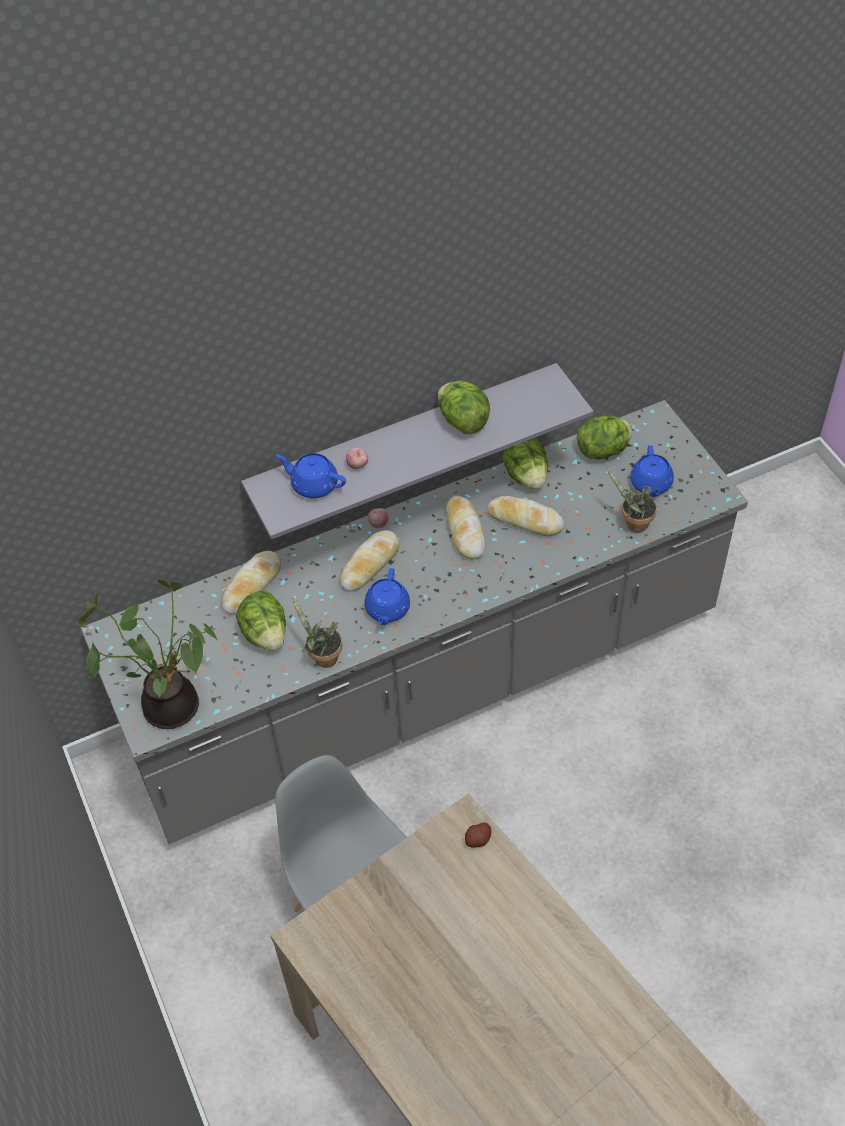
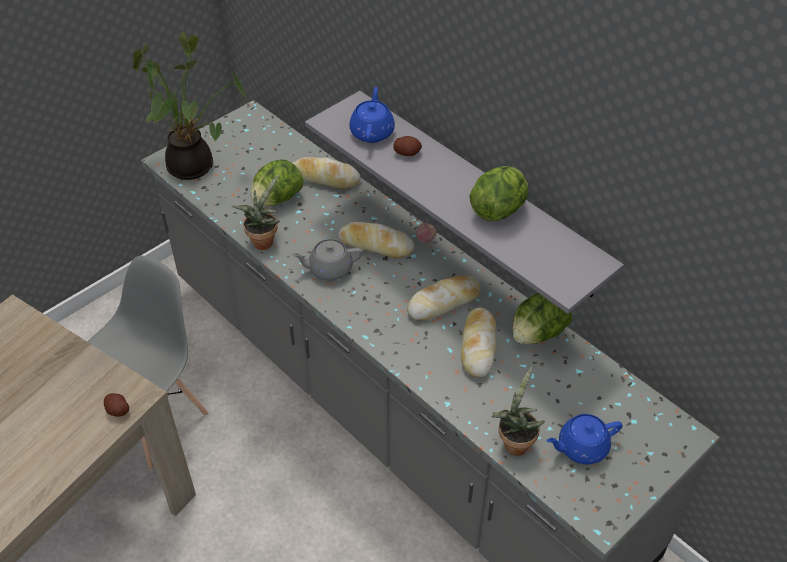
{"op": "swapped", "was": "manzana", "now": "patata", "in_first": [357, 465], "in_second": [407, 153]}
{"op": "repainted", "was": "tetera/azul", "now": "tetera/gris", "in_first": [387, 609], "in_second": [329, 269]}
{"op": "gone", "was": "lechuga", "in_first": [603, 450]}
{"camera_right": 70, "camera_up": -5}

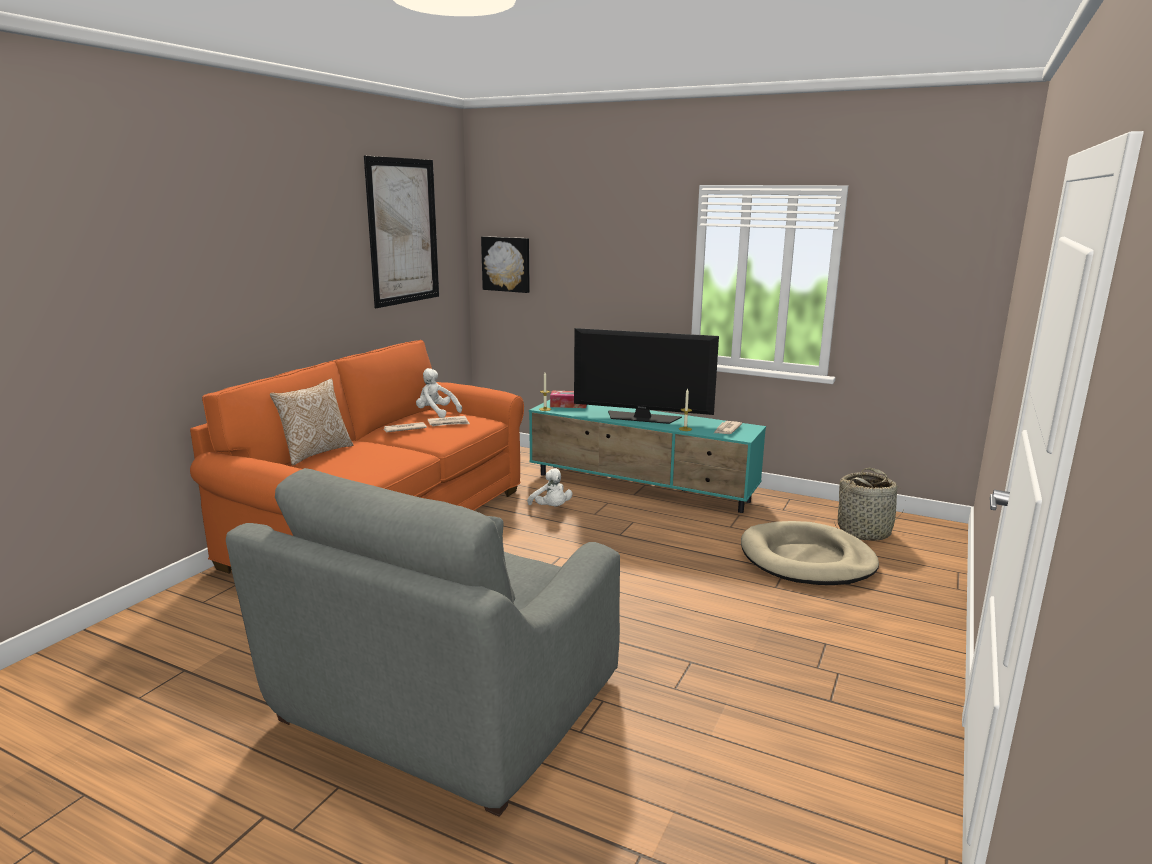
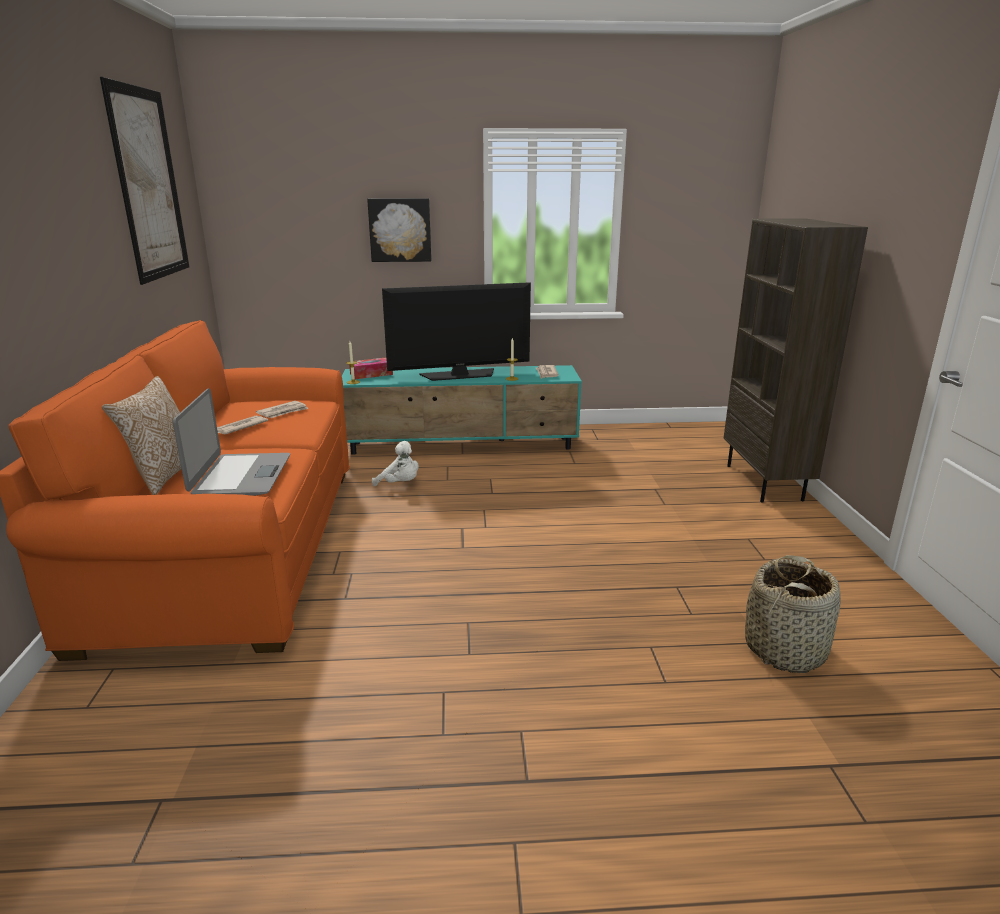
{"op": "gone", "was": "sillón/gris", "in_first": [445, 704]}
{"op": "gone", "was": "peluche/blanco", "in_first": [436, 413]}
{"op": "shifted", "was": "cuadro", "in_first": [506, 264], "in_second": [400, 230]}
{"op": "gone", "was": "cama para perro/beis", "in_first": [807, 559]}
{"op": "shifted", "was": "cesta", "in_first": [864, 531], "in_second": [785, 649]}
{"op": "new", "now": "portátil", "in_second": [240, 476]}
{"op": "new", "now": "estantería/marrón", "in_second": [765, 482]}
{"camera_right": -30, "camera_up": 5}

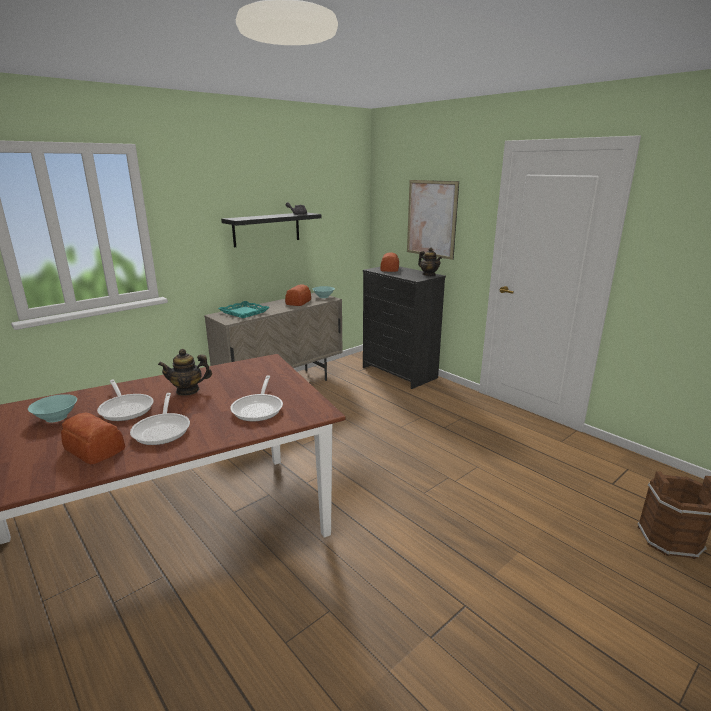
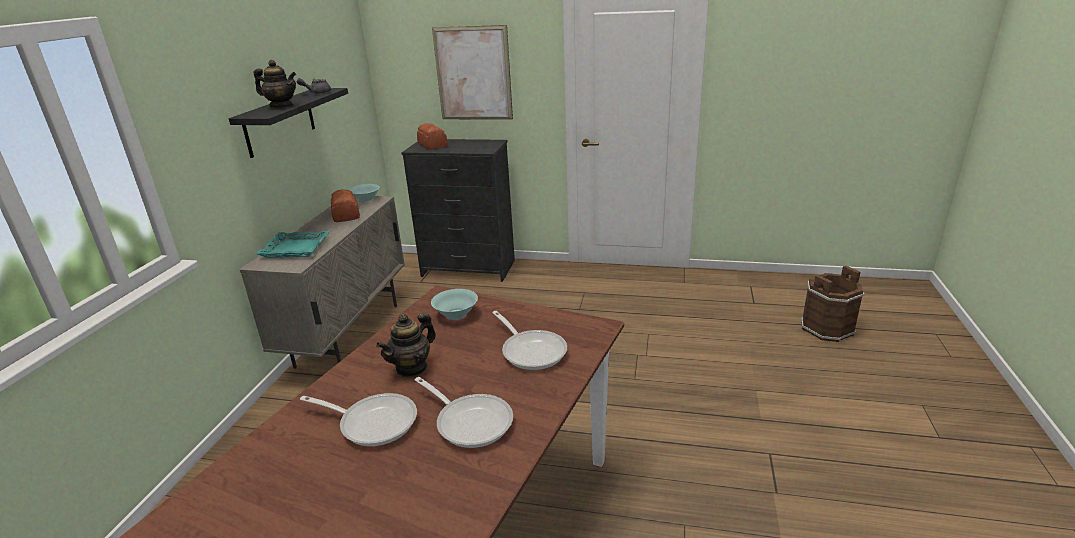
{"op": "shifted", "was": "cuenco/turquesa", "in_first": [57, 418], "in_second": [456, 314]}
{"op": "gone", "was": "pan", "in_first": [94, 450]}
{"op": "shifted", "was": "tetera", "in_first": [429, 275], "in_second": [281, 106]}
{"camera_right": -35, "camera_up": 5}

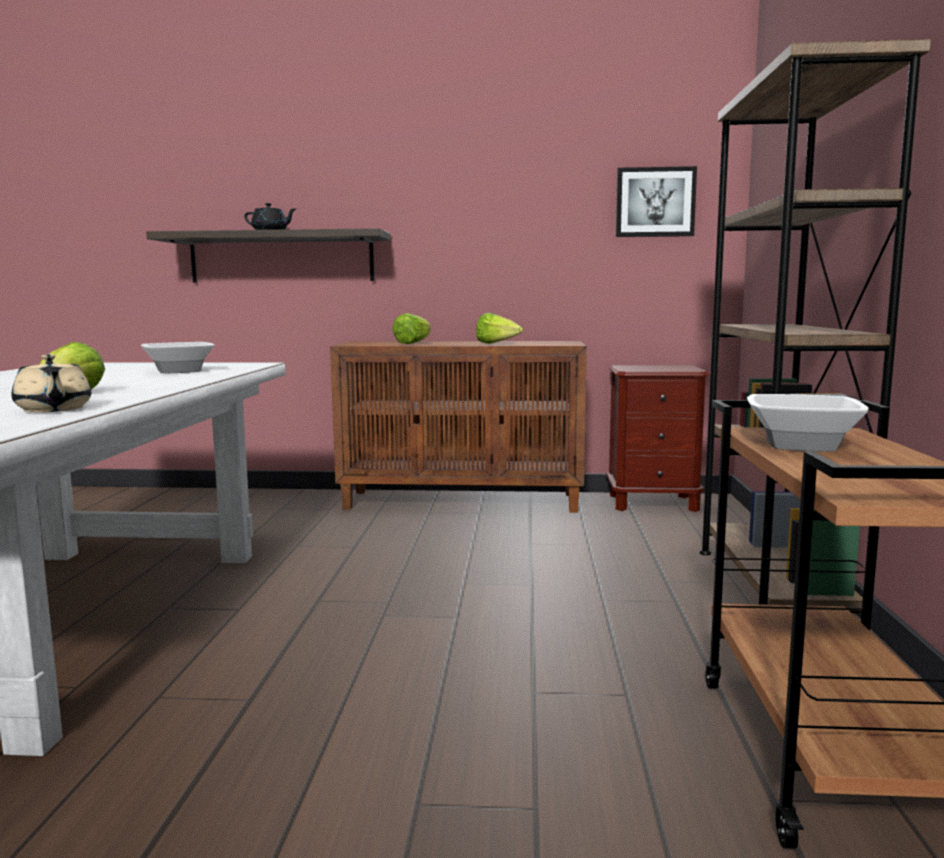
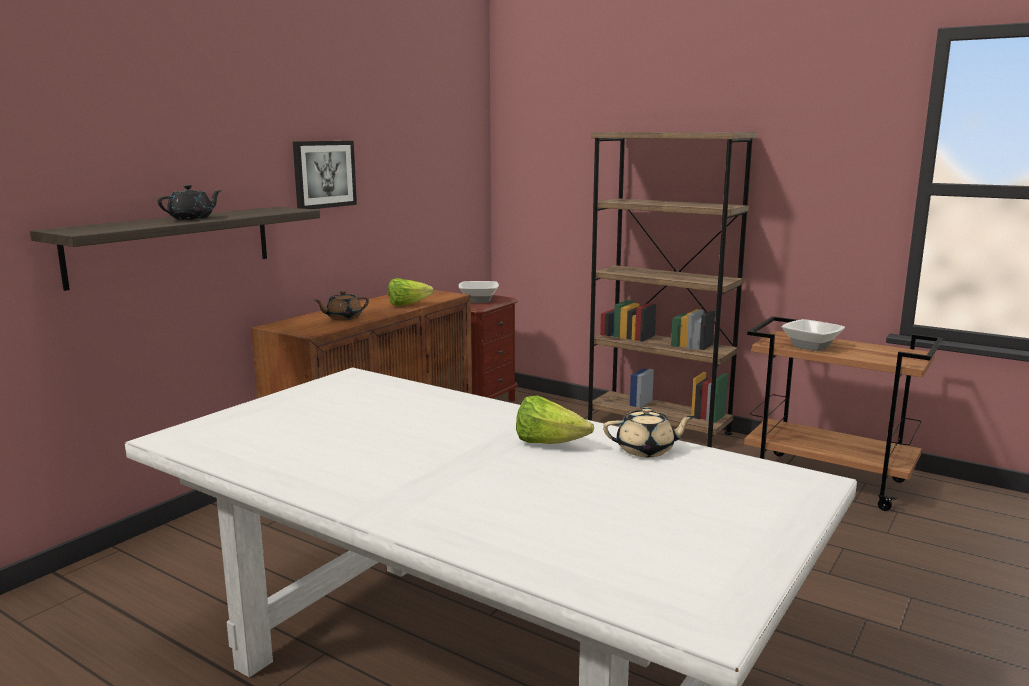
{"op": "shifted", "was": "cuenco", "in_first": [180, 371], "in_second": [478, 300]}
{"op": "swapped", "was": "lechuga", "now": "tetera/marrón", "in_first": [413, 343], "in_second": [343, 318]}
{"op": "shifted", "was": "cuadro", "in_first": [655, 202], "in_second": [324, 174]}
{"camera_right": -60, "camera_up": 5}

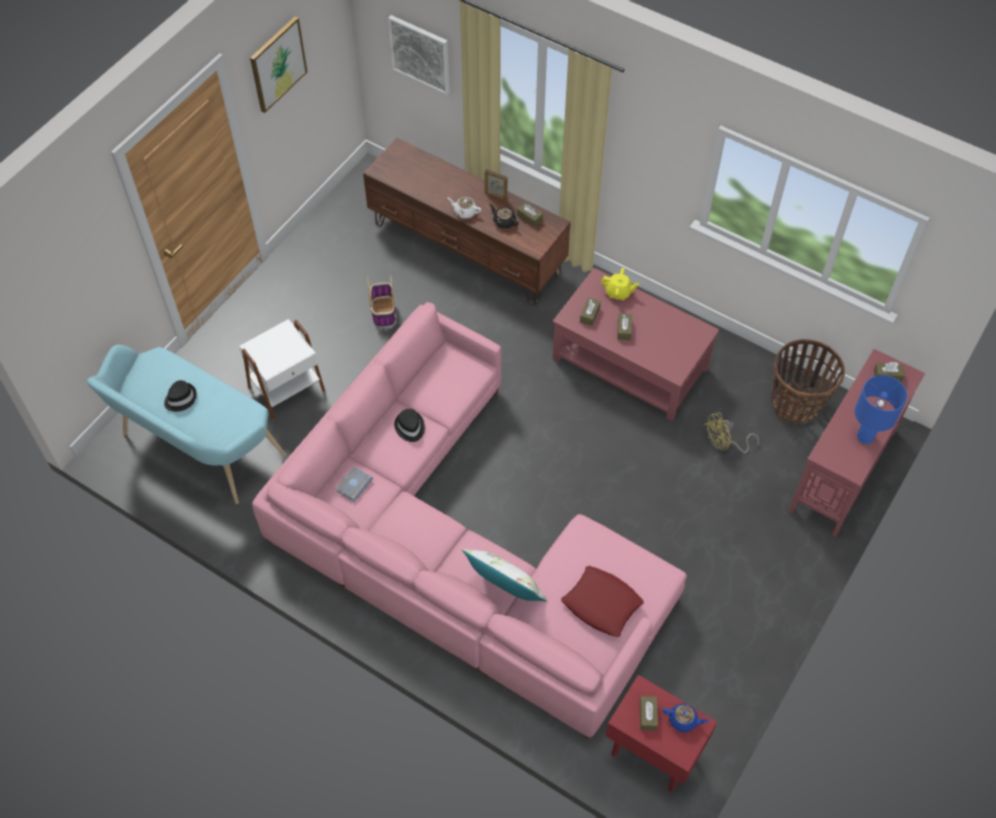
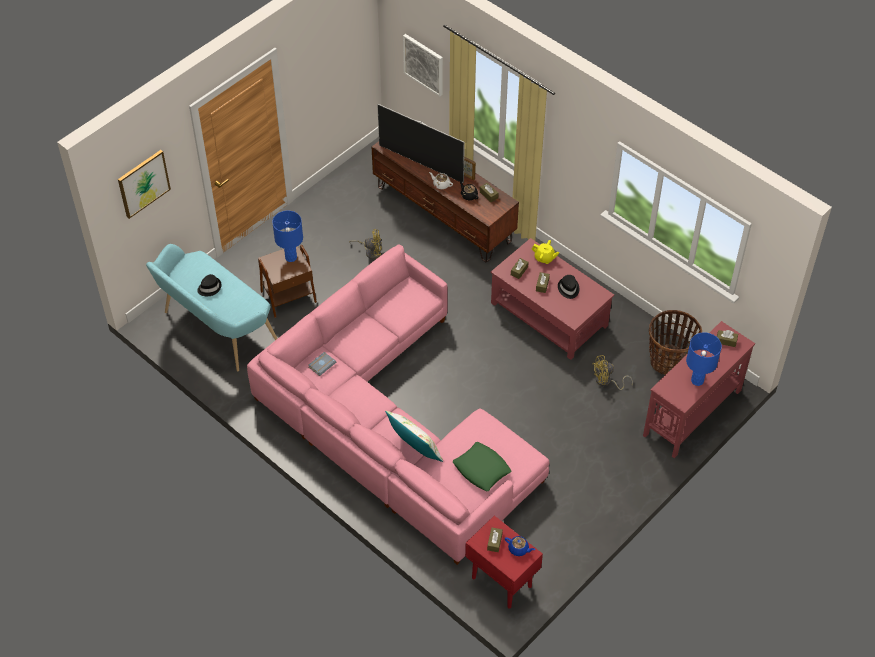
{"op": "repainted", "was": "mesa auxiliar/blanco", "now": "mesa auxiliar/marrón", "in_first": [287, 389], "in_second": [289, 297]}
{"op": "shifted", "was": "cuadro", "in_first": [277, 64], "in_second": [143, 183]}
{"op": "swapped", "was": "cesta", "now": "ventilador/amarillo", "in_first": [383, 311], "in_second": [370, 252]}
{"op": "shifted", "was": "sombrero/negro", "in_first": [409, 427], "in_second": [568, 289]}
{"op": "repainted", "was": "cojín/rojo", "now": "cojín/verde", "in_first": [601, 604], "in_second": [481, 469]}
{"op": "new", "now": "lámpara de mesa/azul", "in_second": [291, 257]}
{"op": "new", "now": "televisor", "in_second": [421, 163]}
{"camera_right": 10, "camera_up": -5}

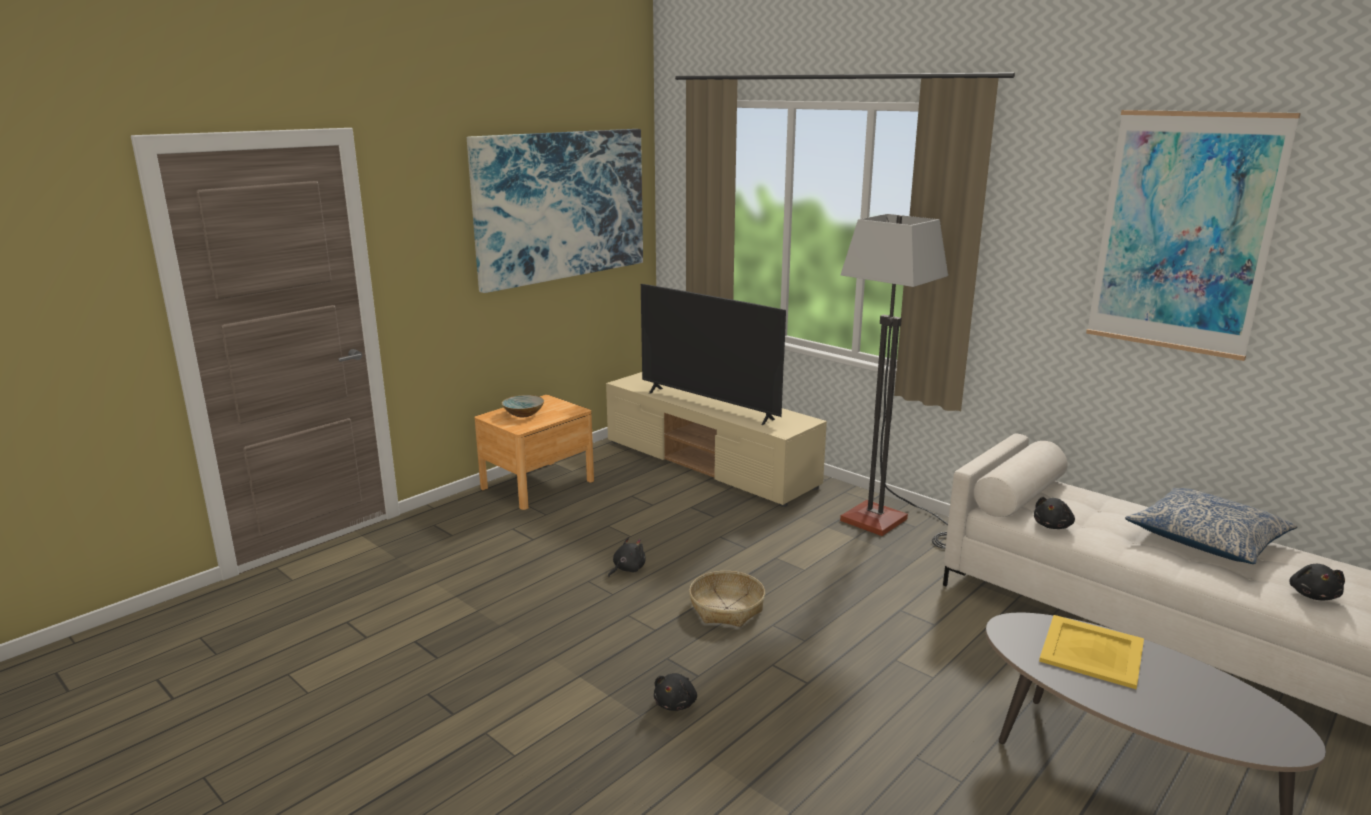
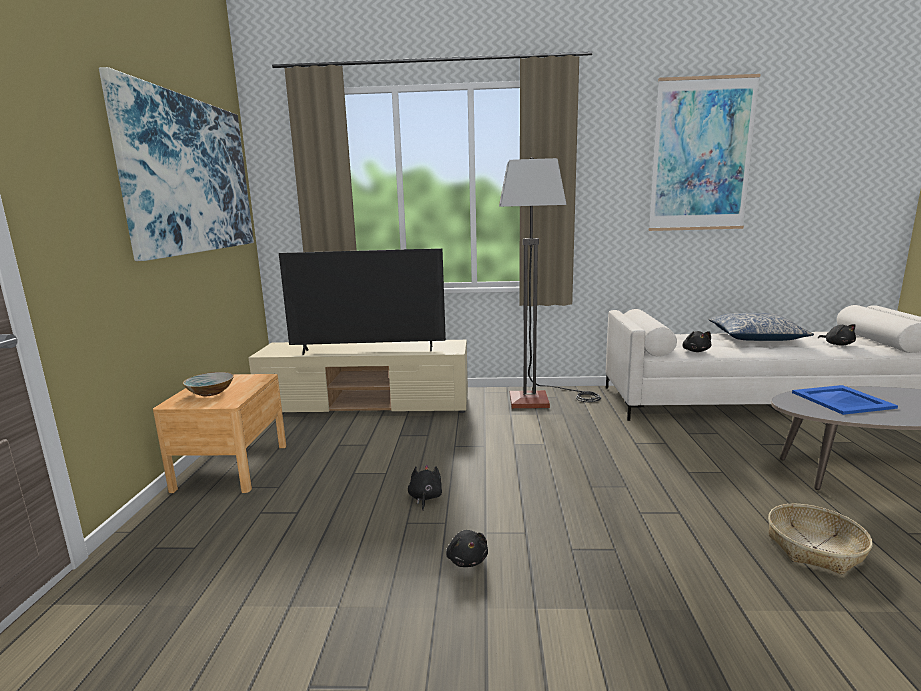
{"op": "shifted", "was": "peluche/negro", "in_first": [676, 703], "in_second": [467, 559]}
{"op": "shifted", "was": "cesta", "in_first": [726, 608], "in_second": [814, 547]}
{"op": "repainted", "was": "bandeja/amarillo", "now": "bandeja/azul", "in_first": [1091, 651], "in_second": [841, 400]}
{"camera_right": -40, "camera_up": -5}

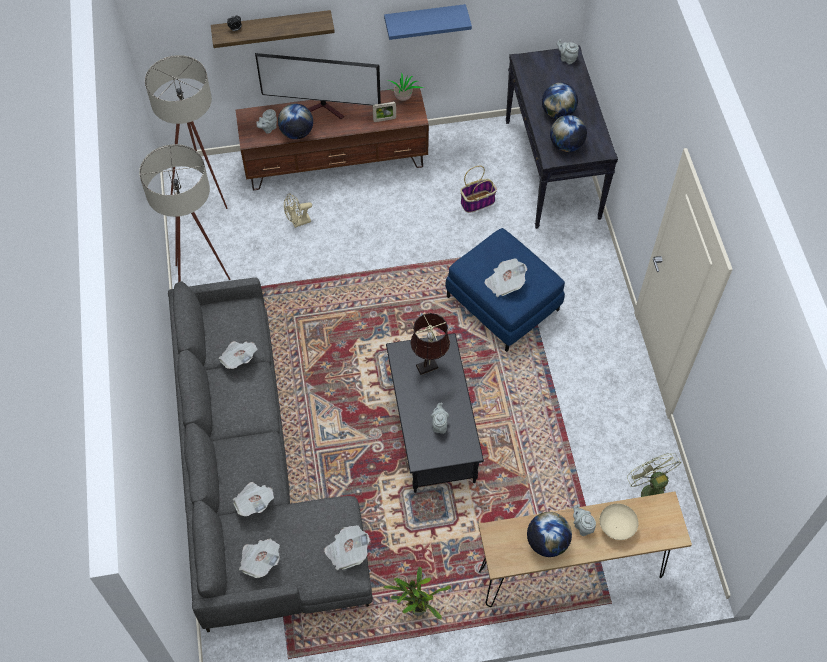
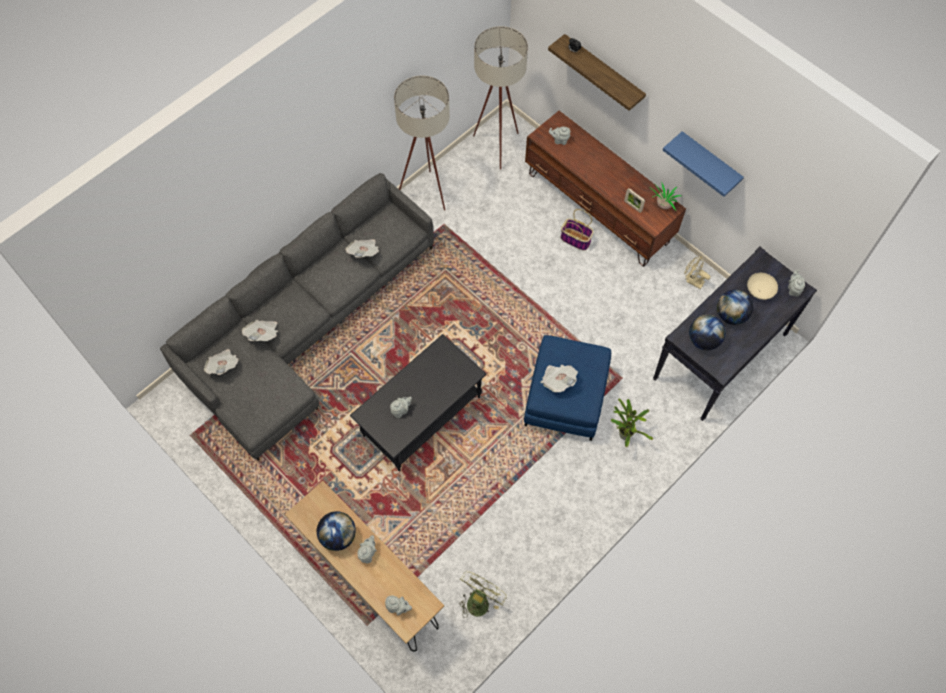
{"op": "gone", "was": "televisor", "in_first": [324, 109]}
{"op": "gone", "was": "globo terráqueo", "in_first": [297, 133]}
{"op": "shifted", "was": "ventilador/beis", "in_first": [298, 222], "in_second": [692, 281]}
{"op": "gone", "was": "periódico", "in_first": [347, 552]}
{"op": "shifted", "was": "planta en maceta", "in_first": [416, 607], "in_second": [625, 433]}
{"op": "gone", "was": "lámpara de mesa/marrón", "in_first": [429, 366]}
{"op": "shifted", "was": "cesta", "in_first": [477, 201], "in_second": [576, 239]}
{"op": "shifted", "was": "cuenco/beis", "in_first": [616, 527], "in_second": [759, 291]}
{"op": "new", "now": "tetera/gris", "in_second": [398, 608]}
{"camera_right": 55, "camera_up": 5}

